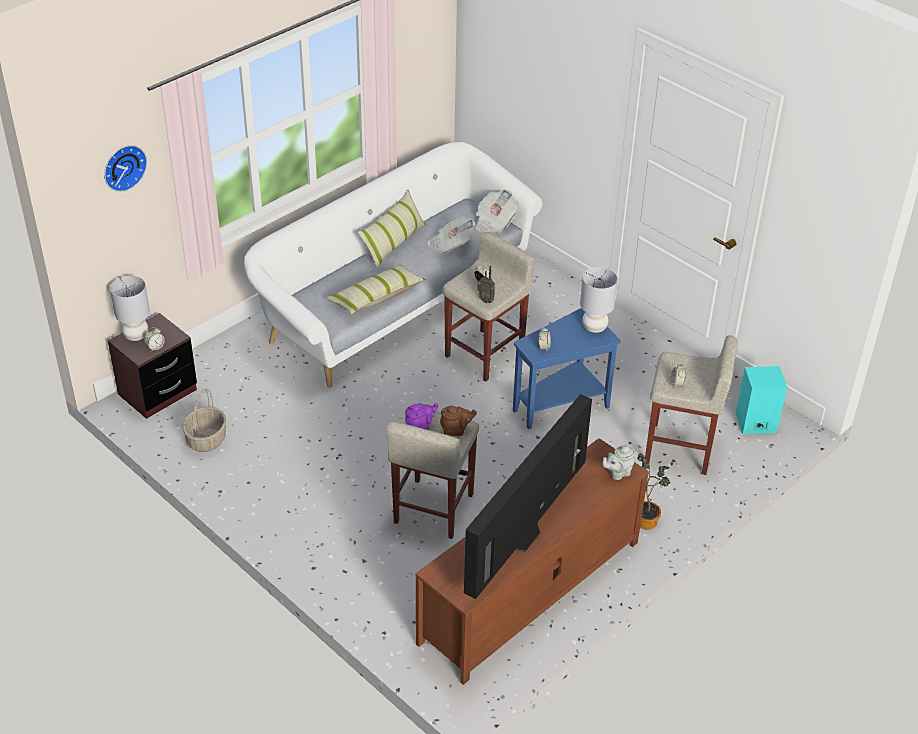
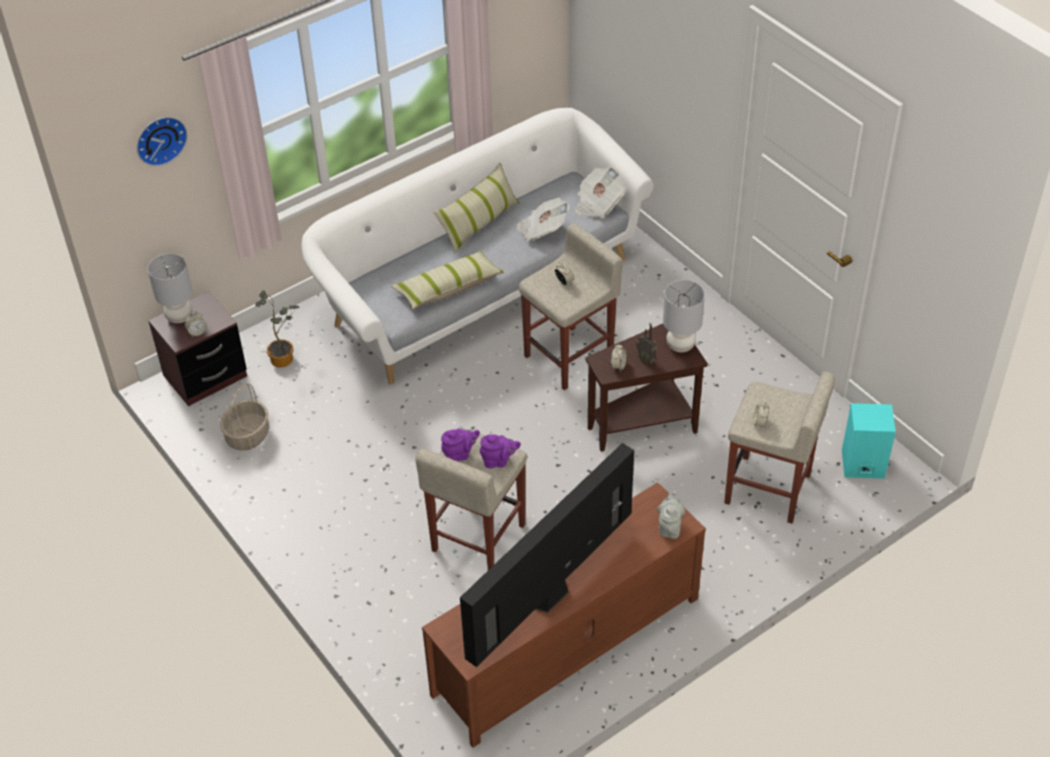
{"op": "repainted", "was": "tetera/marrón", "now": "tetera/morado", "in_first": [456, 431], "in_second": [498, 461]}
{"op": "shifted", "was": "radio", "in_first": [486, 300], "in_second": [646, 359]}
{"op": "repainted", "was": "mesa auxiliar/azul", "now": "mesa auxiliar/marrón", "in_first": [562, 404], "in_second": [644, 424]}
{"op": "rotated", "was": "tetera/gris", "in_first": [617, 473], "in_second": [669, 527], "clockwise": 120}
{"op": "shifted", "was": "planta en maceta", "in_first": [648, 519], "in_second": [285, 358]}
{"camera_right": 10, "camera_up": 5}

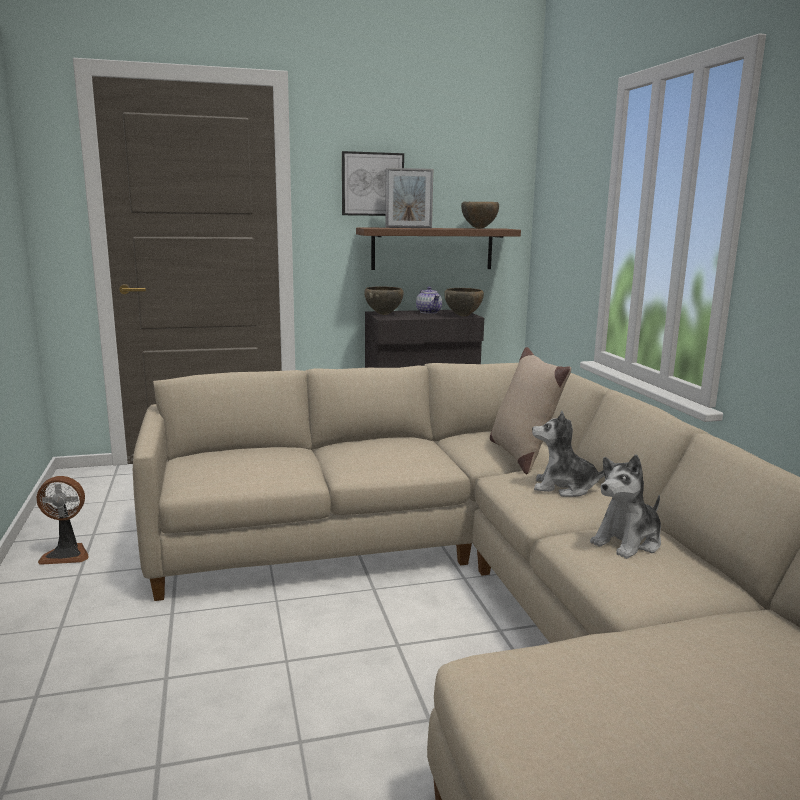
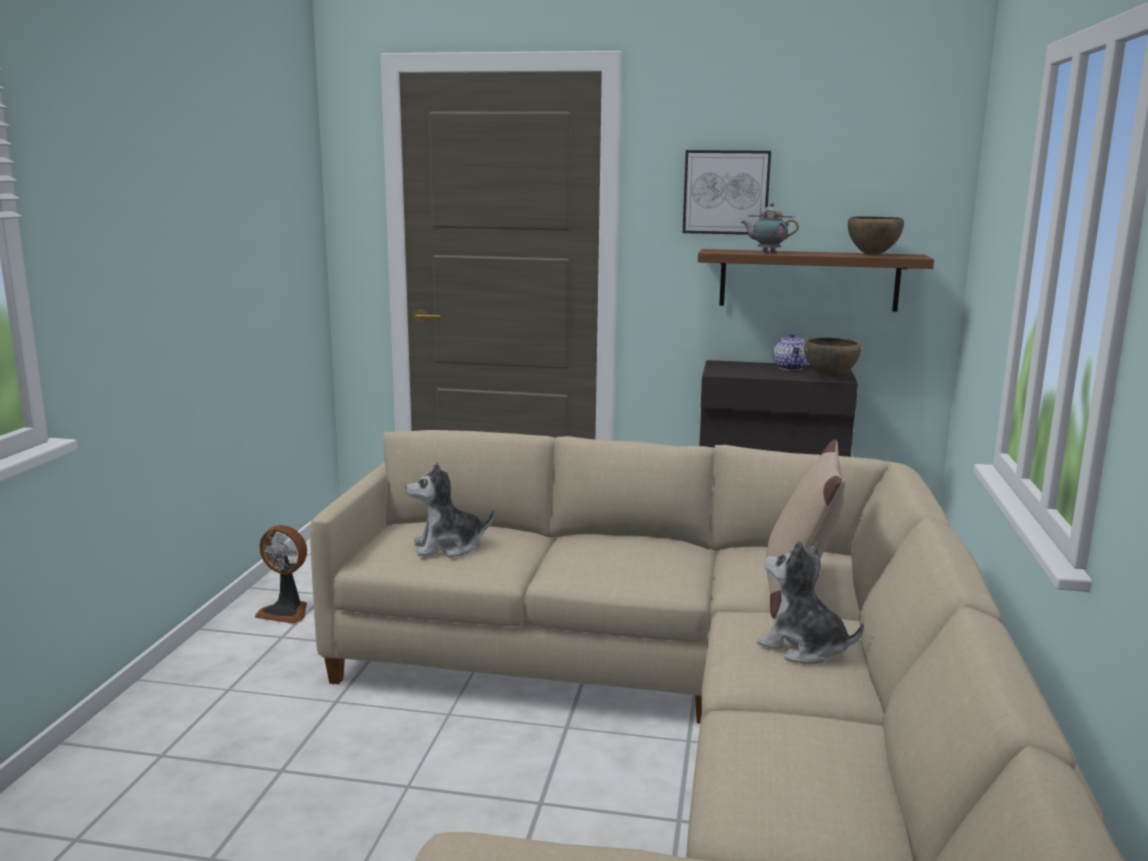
{"op": "gone", "was": "cuenco/marrón", "in_first": [384, 314]}
{"op": "swapped", "was": "portarretratos", "now": "tetera", "in_first": [408, 228], "in_second": [767, 252]}
{"op": "shifted", "was": "peluche", "in_first": [628, 542], "in_second": [448, 547]}
{"camera_right": 25, "camera_up": 0}

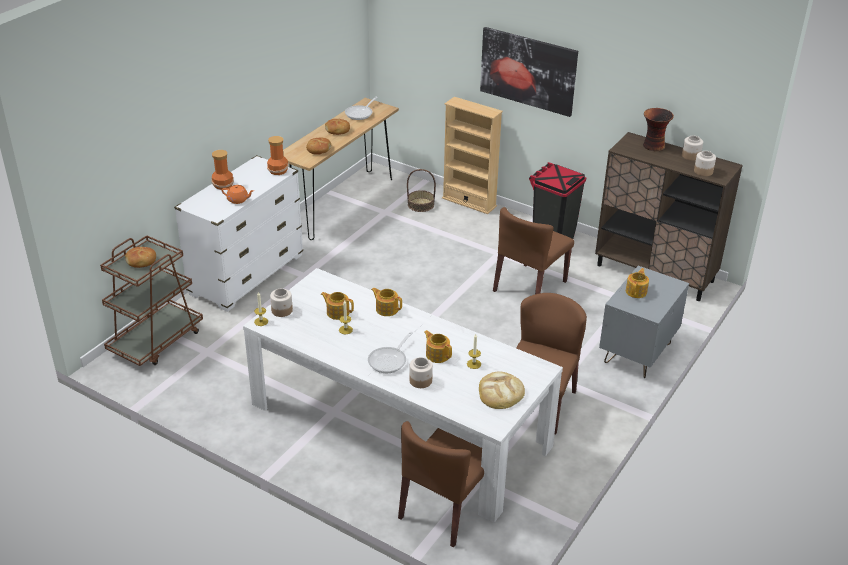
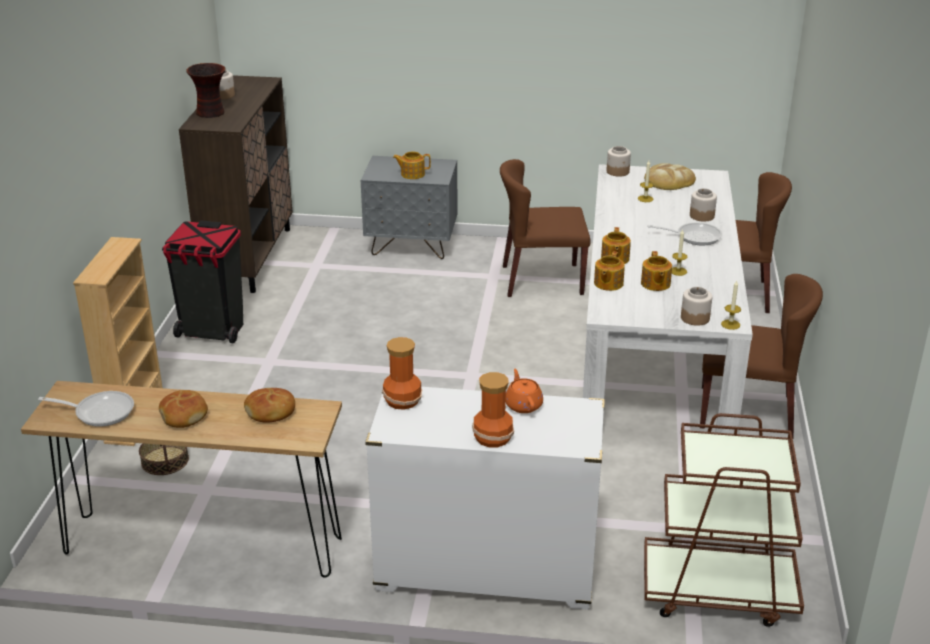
{"op": "gone", "was": "pan", "in_first": [141, 261]}
{"op": "shifted", "was": "tetera", "in_first": [437, 355], "in_second": [608, 283]}
{"op": "gone", "was": "cuadro", "in_first": [528, 70]}
{"op": "shifted", "was": "silla/marrón", "in_first": [530, 286], "in_second": [747, 411]}
{"op": "shifted", "was": "tarro", "in_first": [703, 171], "in_second": [618, 172]}
{"camera_right": -115, "camera_up": -5}

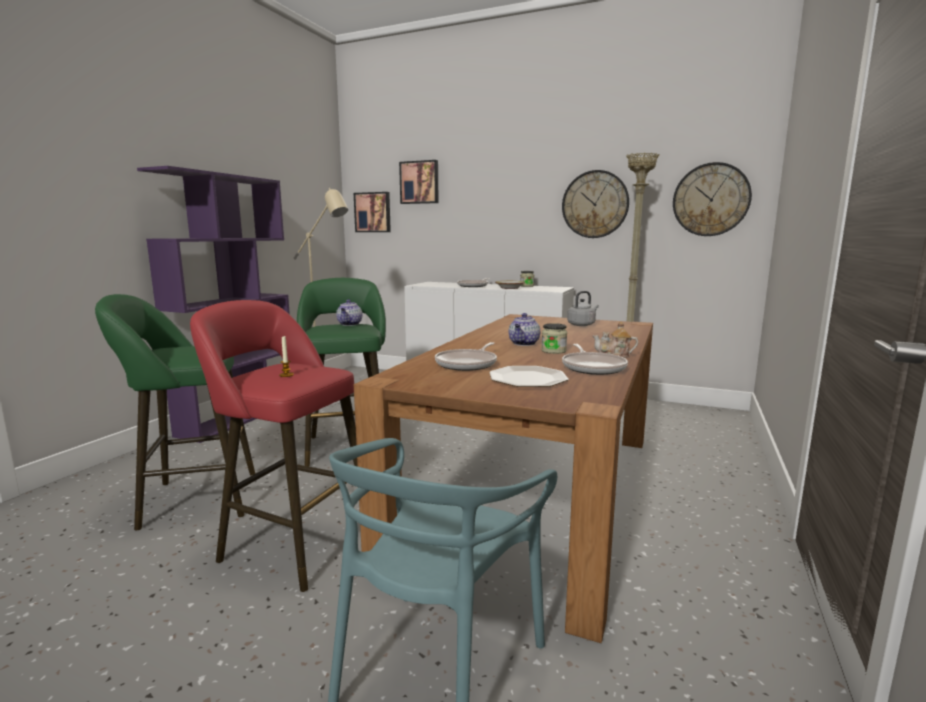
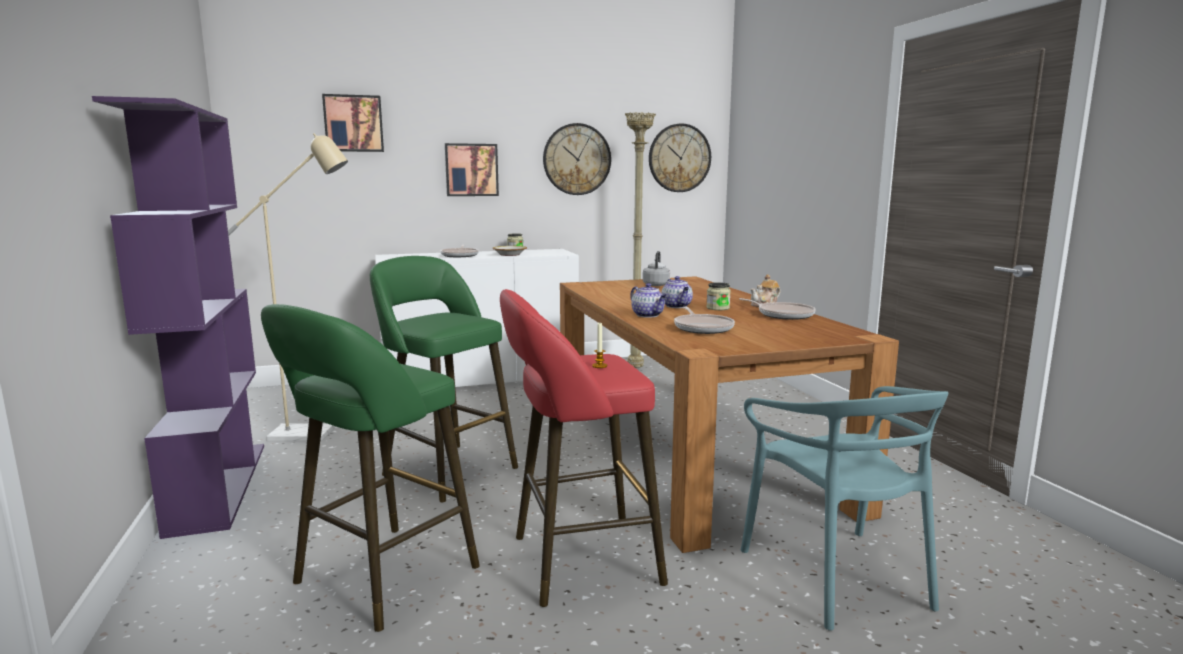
{"op": "shifted", "was": "tetera", "in_first": [350, 324], "in_second": [648, 315]}
{"op": "shifted", "was": "cuadro", "in_first": [373, 212], "in_second": [471, 170]}
{"op": "gone", "was": "plato", "in_first": [528, 379]}
{"camera_right": -40, "camera_up": 0}

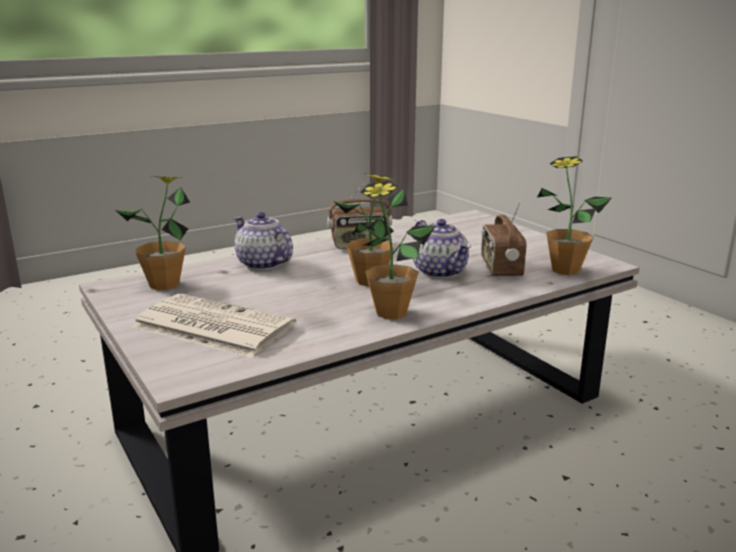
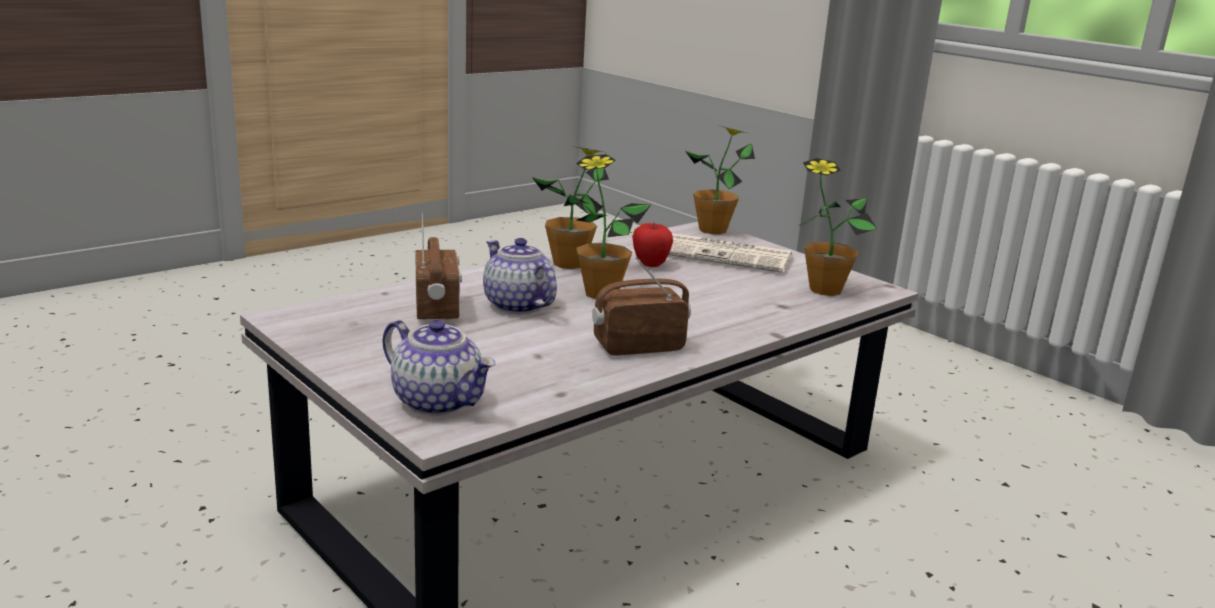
{"op": "shifted", "was": "tetera", "in_first": [262, 264], "in_second": [439, 401]}
{"op": "shifted", "was": "planta en maceta", "in_first": [565, 270], "in_second": [712, 230]}
{"op": "new", "now": "manzana", "in_second": [650, 265]}
{"camera_right": 170, "camera_up": 0}

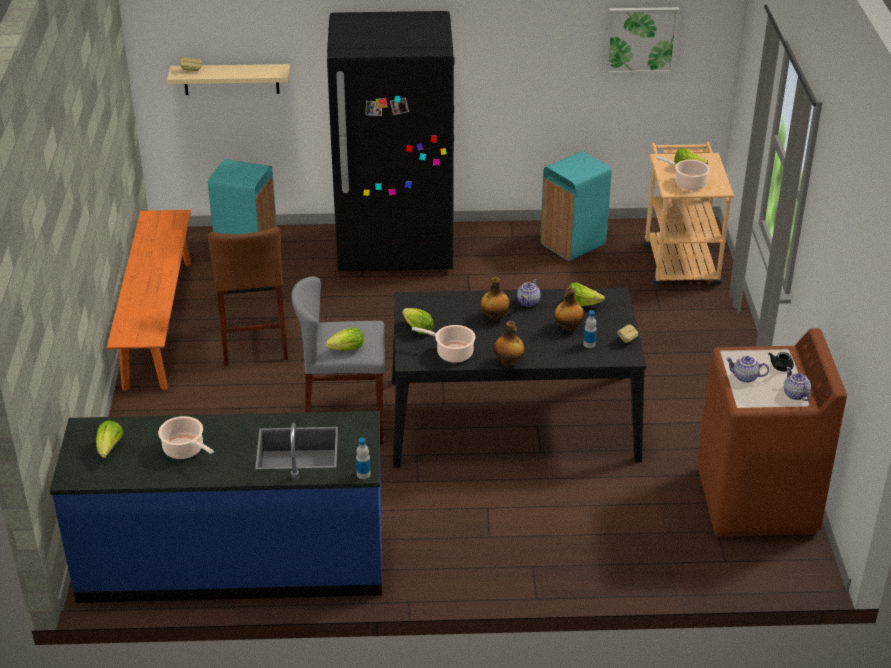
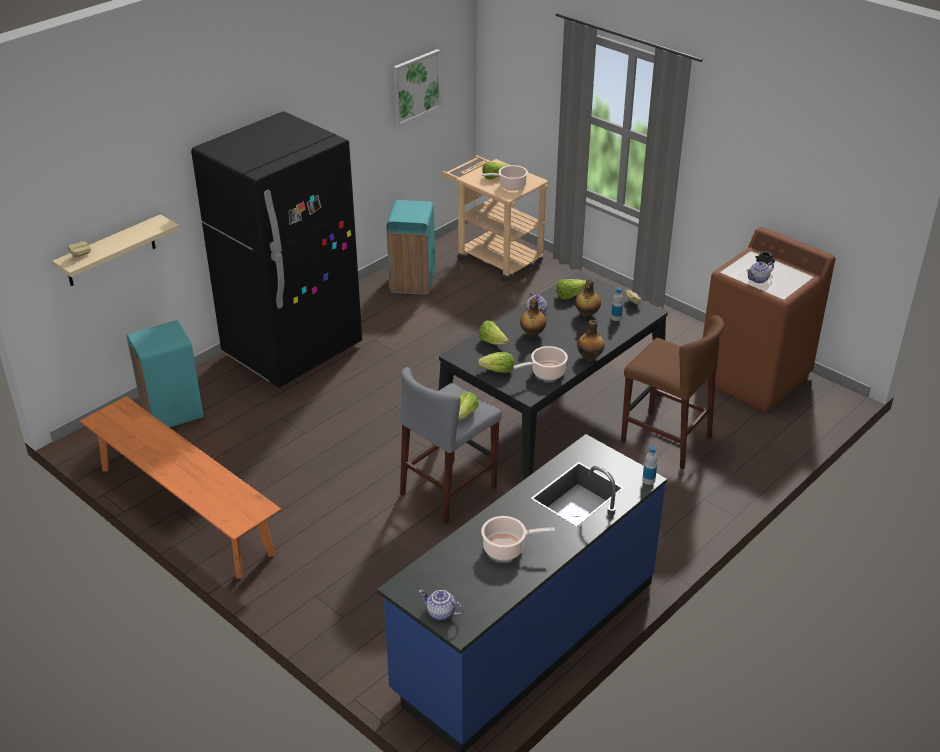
{"op": "shifted", "was": "lechuga", "in_first": [109, 449], "in_second": [493, 342]}
{"op": "shifted", "was": "taburete/marrón", "in_first": [254, 340], "in_second": [665, 439]}
{"op": "shifted", "was": "tetera", "in_first": [795, 394], "in_second": [440, 613]}
{"camera_right": -45, "camera_up": 0}

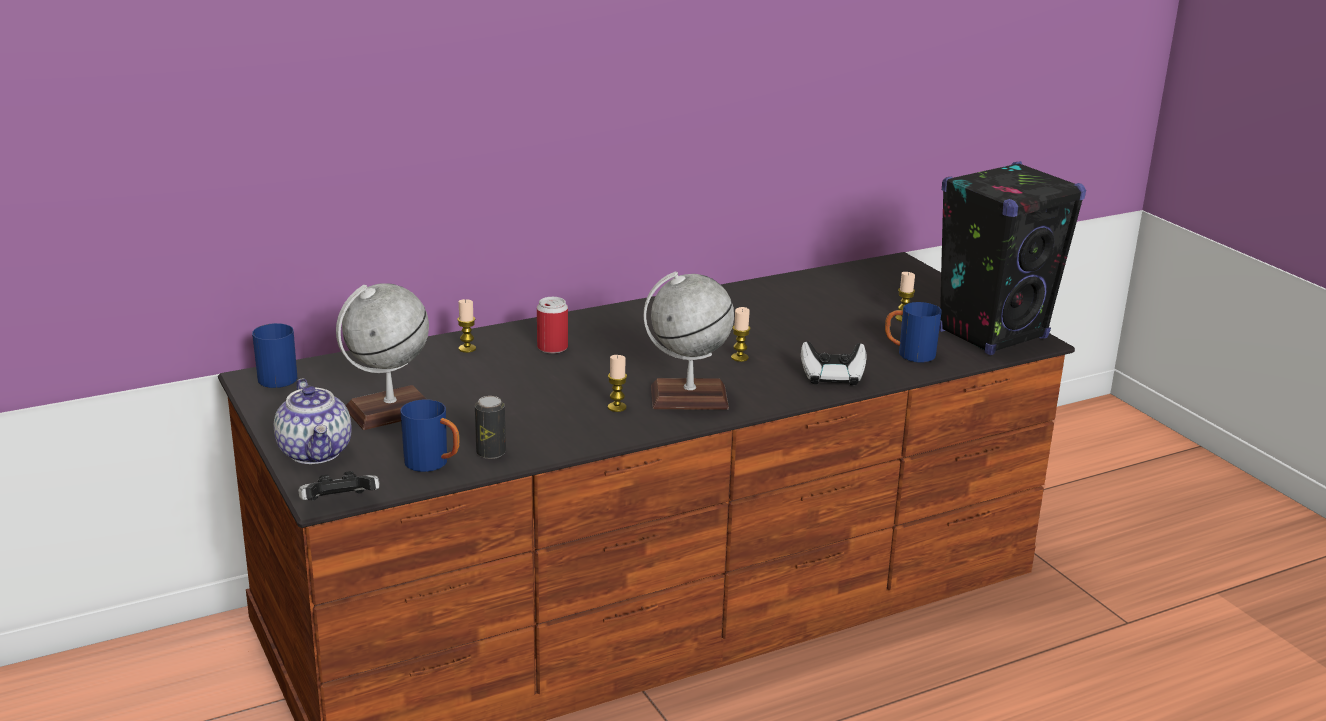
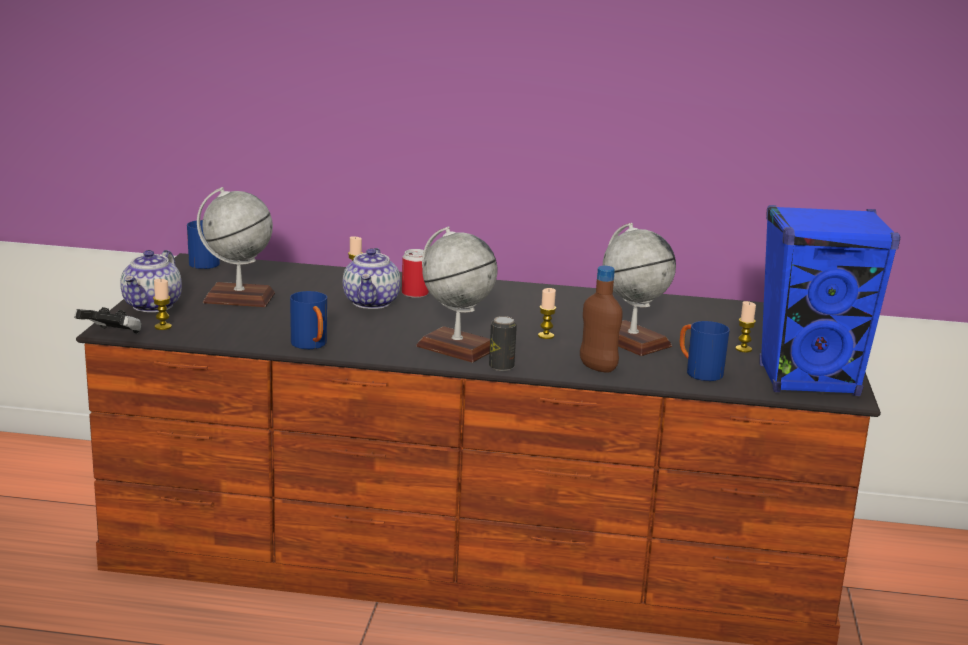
{"op": "shifted", "was": "taza grande/azul", "in_first": [433, 464], "in_second": [311, 346]}
{"op": "shifted", "was": "lata", "in_first": [491, 453], "in_second": [501, 367]}
{"op": "shifted", "was": "vela", "in_first": [617, 407], "in_second": [163, 327]}
{"op": "swapped", "was": "mando de consola", "now": "botella/marrón", "in_first": [832, 377], "in_second": [598, 368]}
{"op": "repainted", "was": "altavoz/negro", "now": "altavoz/azul", "in_first": [992, 334], "in_second": [809, 381]}
{"op": "new", "now": "tetera", "in_second": [372, 302]}
{"op": "new", "now": "globo terráqueo", "in_second": [632, 341]}
{"camera_right": 35, "camera_up": -5}

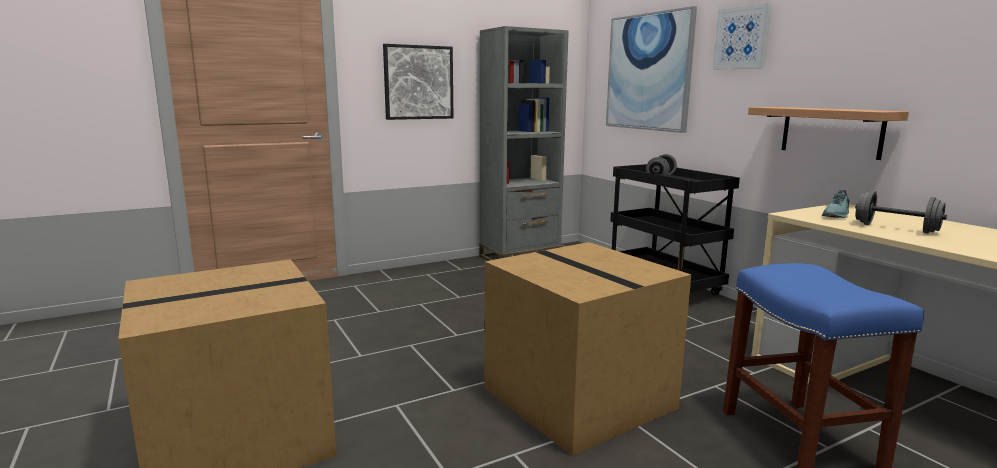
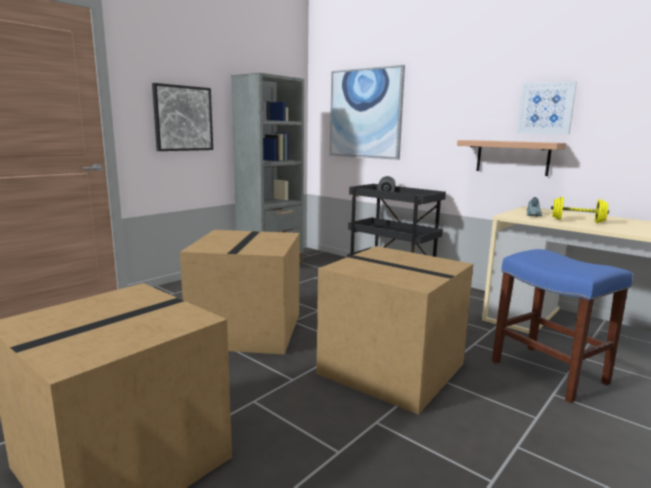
{"op": "shifted", "was": "cuadro", "in_first": [742, 38], "in_second": [546, 108]}
{"op": "repainted", "was": "mancuerna/gris", "now": "mancuerna/amarillo", "in_first": [896, 228], "in_second": [577, 221]}
{"op": "new", "now": "caja de cartón", "in_second": [248, 330]}
{"camera_right": -20, "camera_up": 0}

